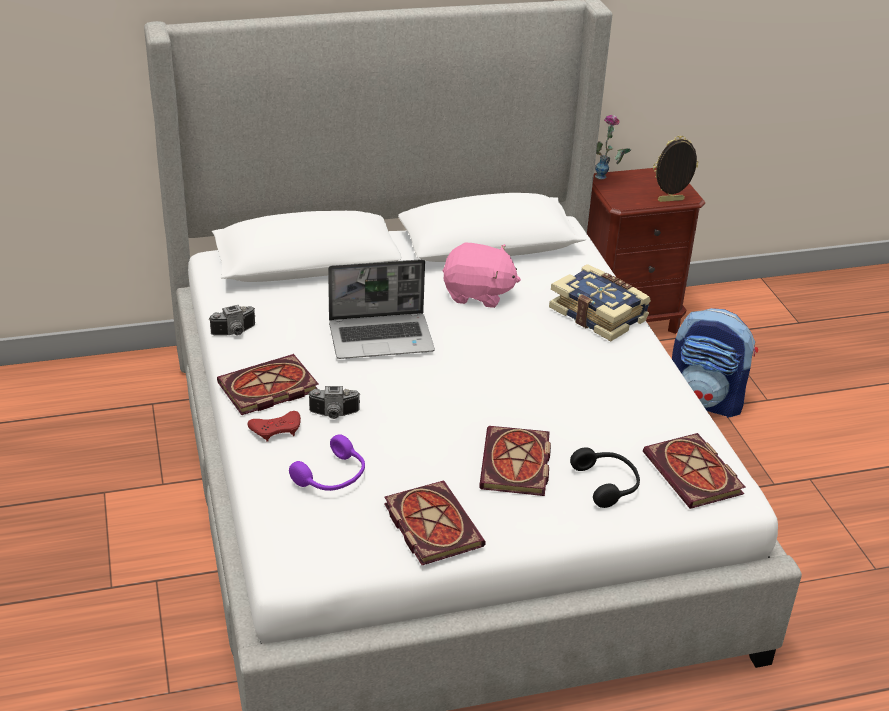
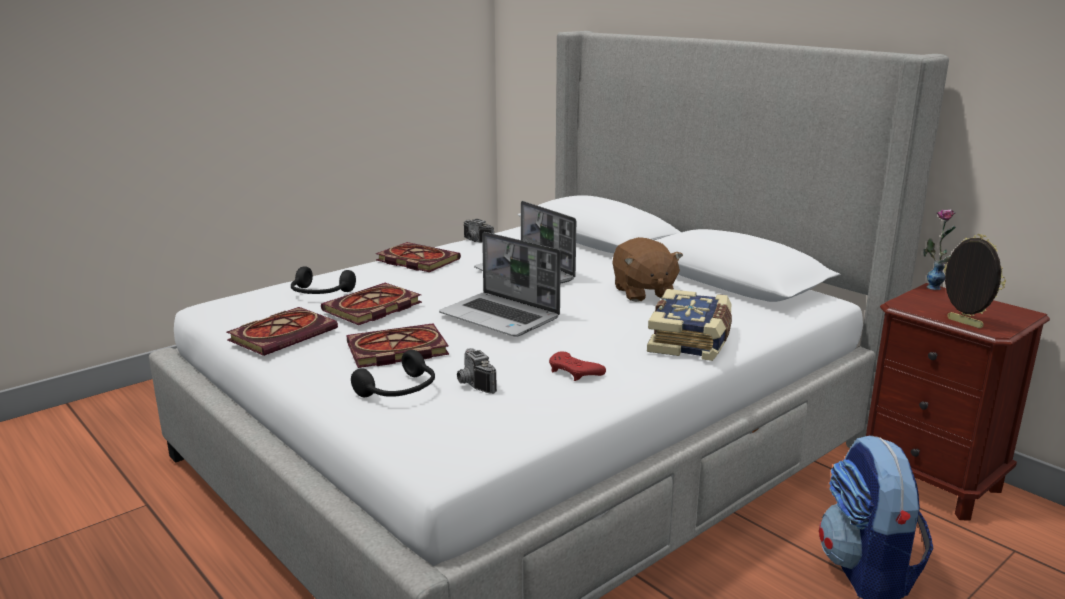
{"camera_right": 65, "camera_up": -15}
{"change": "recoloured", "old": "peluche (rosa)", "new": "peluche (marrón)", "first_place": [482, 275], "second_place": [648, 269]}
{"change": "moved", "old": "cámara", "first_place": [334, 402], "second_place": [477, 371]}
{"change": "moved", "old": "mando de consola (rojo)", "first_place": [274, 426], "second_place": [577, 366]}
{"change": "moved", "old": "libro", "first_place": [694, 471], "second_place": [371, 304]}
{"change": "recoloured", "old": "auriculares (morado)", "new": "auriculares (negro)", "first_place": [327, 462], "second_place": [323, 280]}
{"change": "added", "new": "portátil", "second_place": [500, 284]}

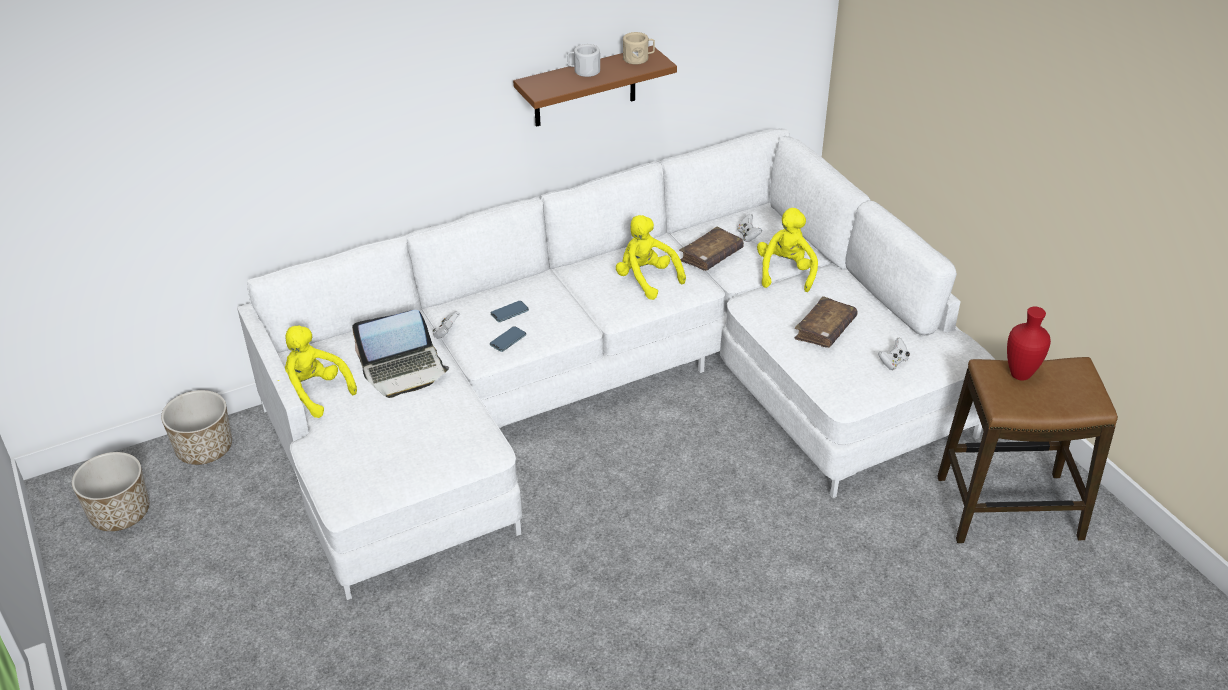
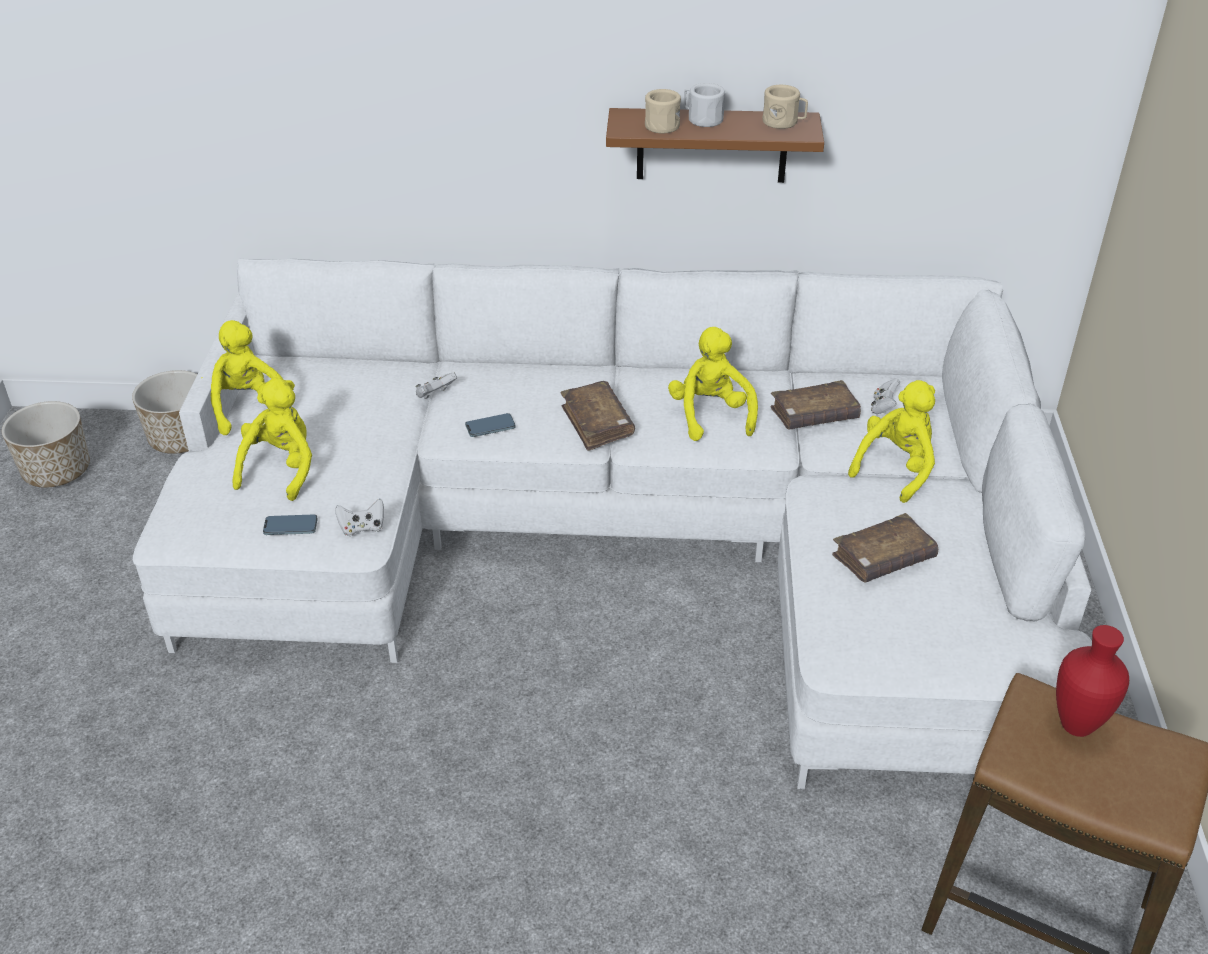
{"camera_right": 30, "camera_up": 0}
{"change": "moved", "old": "móvil", "first_place": [510, 311], "second_place": [290, 524]}
{"change": "removed", "old": "portátil", "first_place": [400, 354]}
{"change": "moved", "old": "mando de consola (blanco)", "first_place": [894, 354], "second_place": [359, 517]}
{"change": "added", "new": "taza grande (beis)", "second_place": [663, 111]}
{"change": "added", "new": "peluche (amarillo)", "second_place": [272, 439]}
{"change": "added", "new": "libro (marrón)", "second_place": [598, 416]}

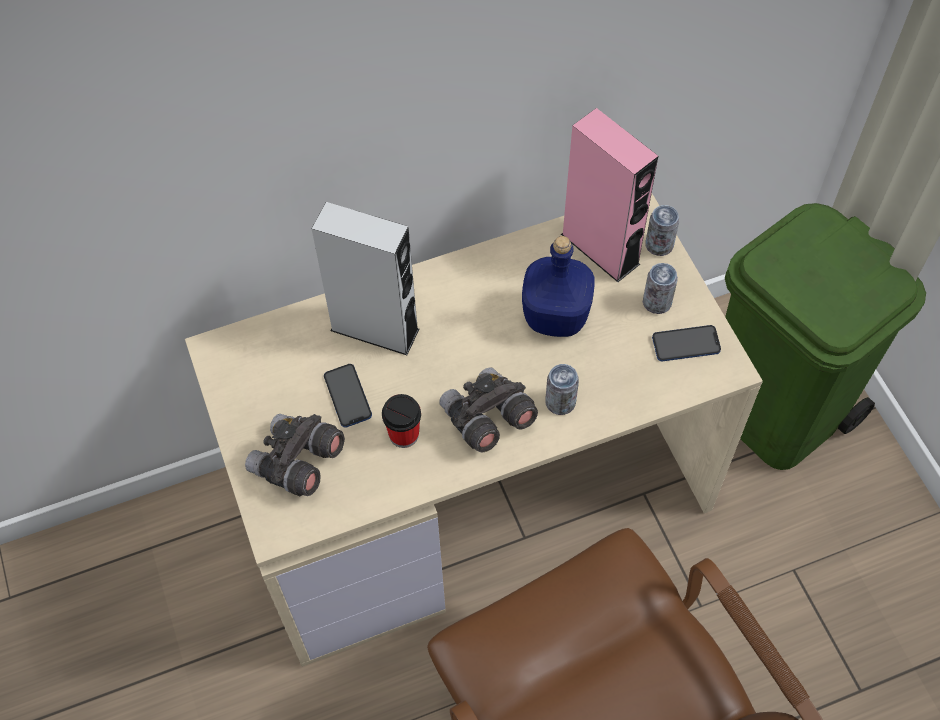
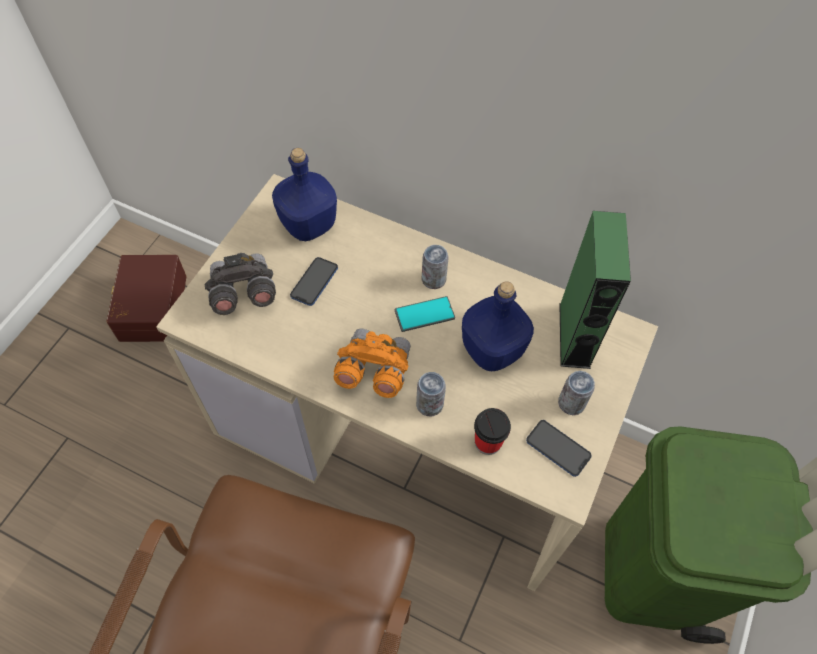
{"camera_right": 45, "camera_up": 0}
{"change": "recoloured", "old": "altavoz (rosa)", "new": "altavoz (verde)", "first_place": [609, 195], "second_place": [595, 290]}
{"change": "removed", "old": "altavoz (gris)", "first_place": [365, 278]}
{"change": "moved", "old": "lata", "first_place": [662, 230], "second_place": [435, 267]}
{"change": "recoloured", "old": "prismáticos (gris)", "new": "prismáticos (naranja)", "first_place": [488, 409], "second_place": [372, 363]}
{"change": "moved", "old": "taza", "first_place": [401, 421], "second_place": [492, 431]}
{"change": "added", "new": "botella (azul)", "second_place": [304, 194]}
{"change": "added", "new": "caja de almacenaje (marrón)", "second_place": [146, 298]}
{"change": "added", "new": "móvil", "second_place": [425, 314]}

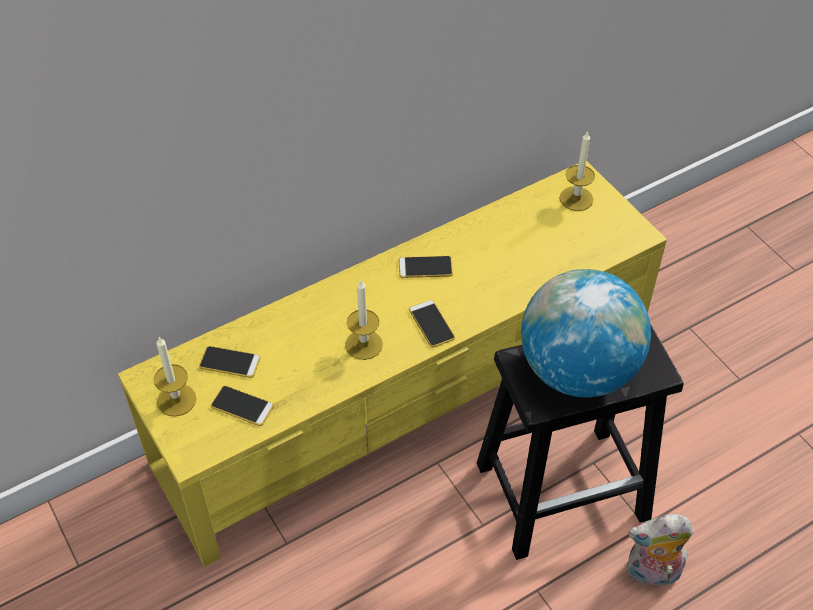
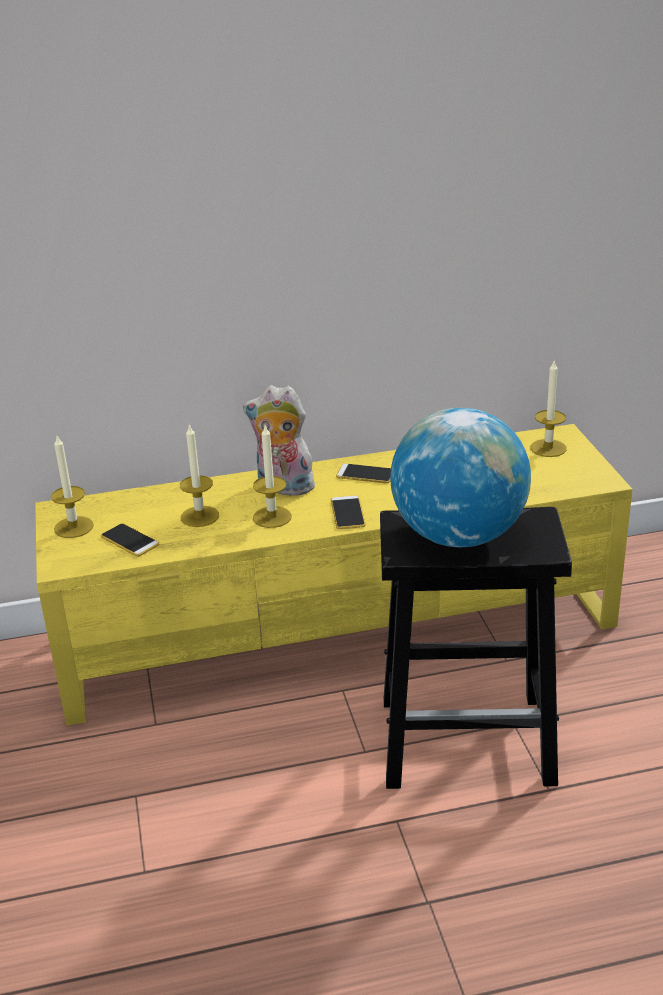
{"camera_right": 20, "camera_up": -20}
{"change": "removed", "old": "móvil", "first_place": [230, 362]}
{"change": "moved", "old": "peluche", "first_place": [660, 550], "second_place": [279, 440]}
{"change": "added", "new": "vela", "second_place": [199, 475]}

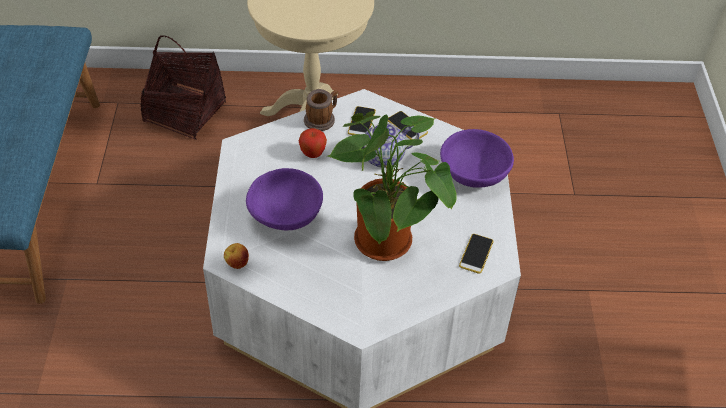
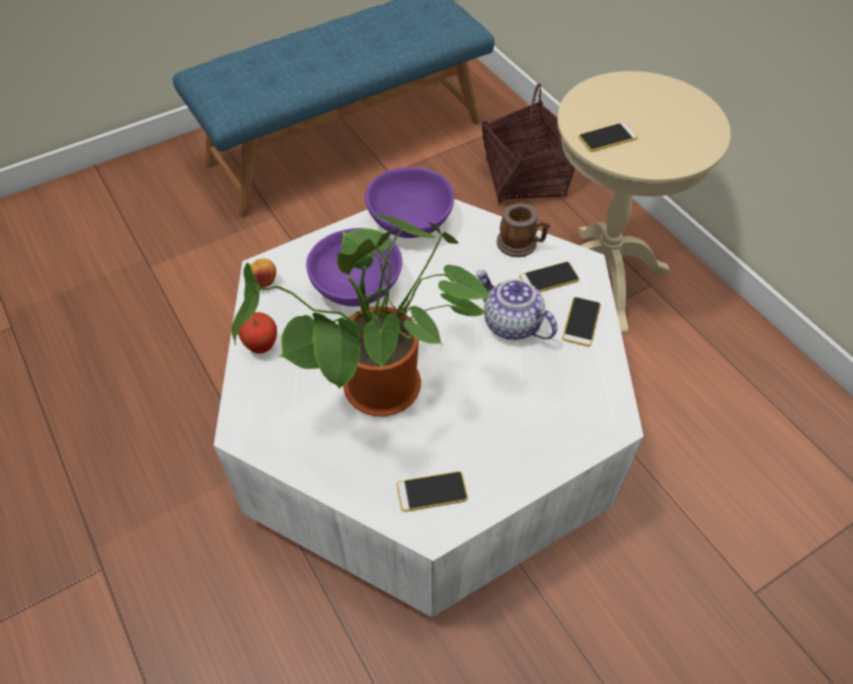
{"camera_right": 60, "camera_up": 5}
{"change": "moved", "old": "manzana", "first_place": [313, 143], "second_place": [257, 333]}
{"change": "moved", "old": "cuenco (morado)", "first_place": [477, 158], "second_place": [409, 202]}
{"change": "added", "new": "móvil", "second_place": [608, 137]}

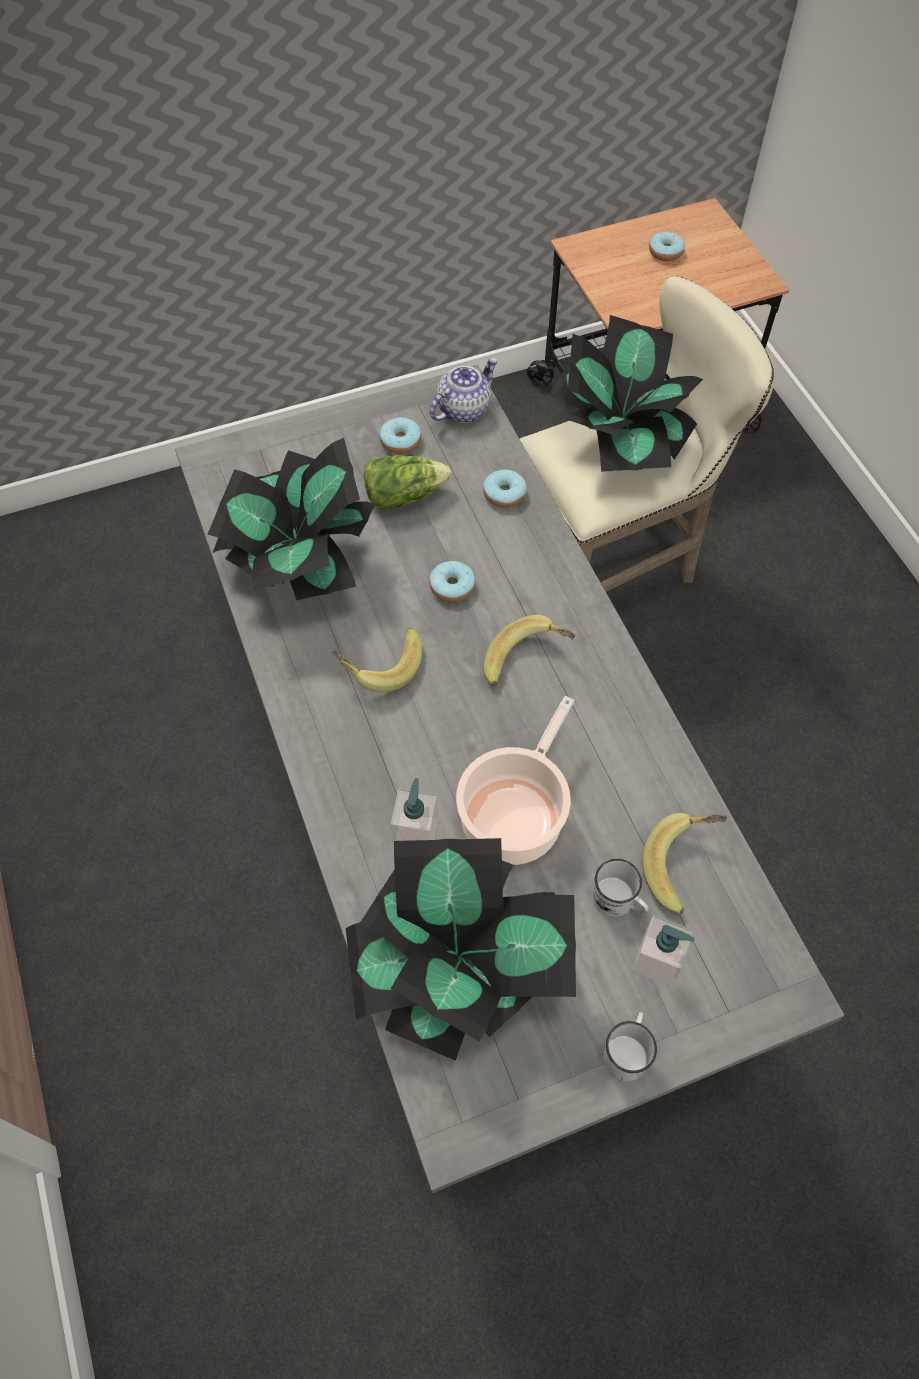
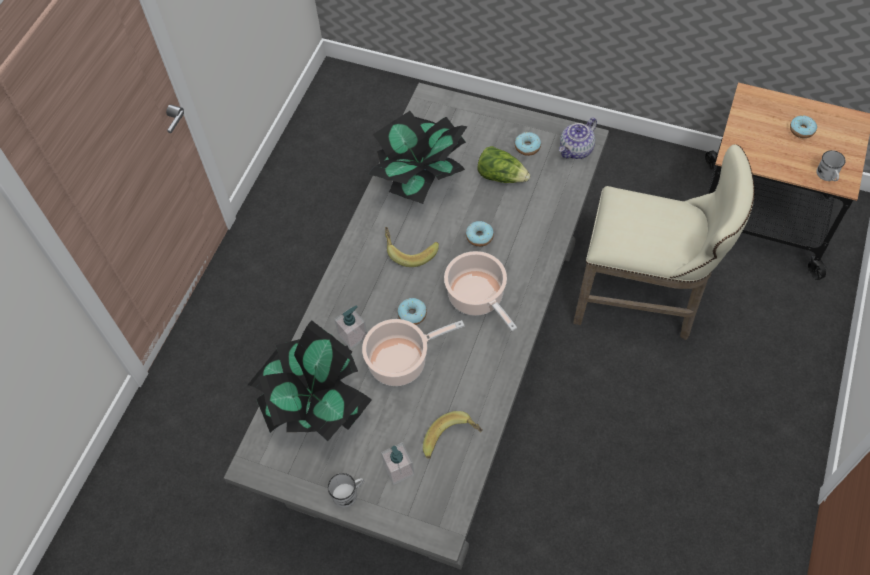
{"camera_right": 45, "camera_up": 0}
{"change": "removed", "old": "planta en maceta", "first_place": [626, 393]}
{"change": "turned", "old": "tetera", "first_place": [464, 390], "second_place": [578, 138], "degrees": 135}
{"change": "moved", "old": "rosquilla", "first_place": [505, 489], "second_place": [412, 311]}
{"change": "replaced", "old": "plátano", "new": "olla", "first_place": [530, 650], "second_place": [480, 291]}
{"change": "moved", "old": "taza grande (blanco)", "first_place": [620, 888], "second_place": [831, 165]}

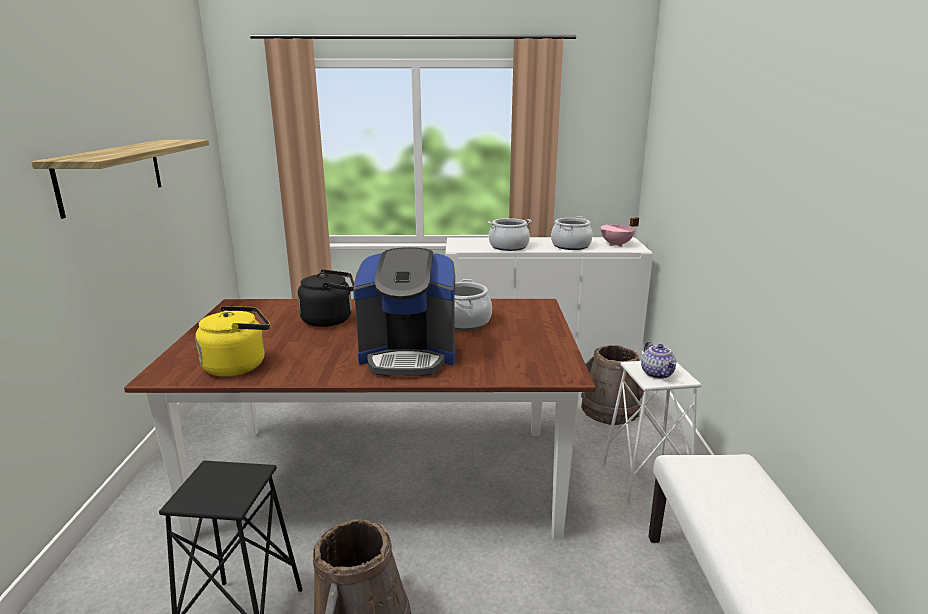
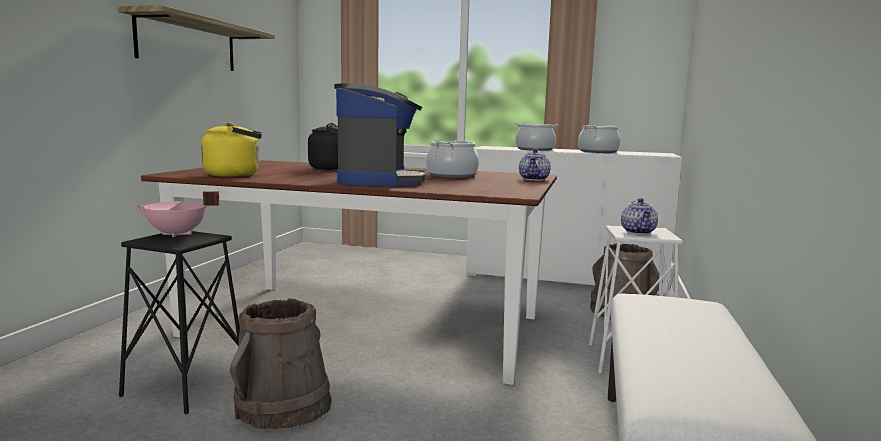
{"camera_right": 15, "camera_up": -10}
{"change": "moved", "old": "olla (rosa)", "first_place": [620, 232], "second_place": [178, 214]}
{"change": "turned", "old": "cafetera", "first_place": [404, 311], "second_place": [380, 135], "degrees": -105}
{"change": "added", "new": "tetera", "second_place": [535, 164]}

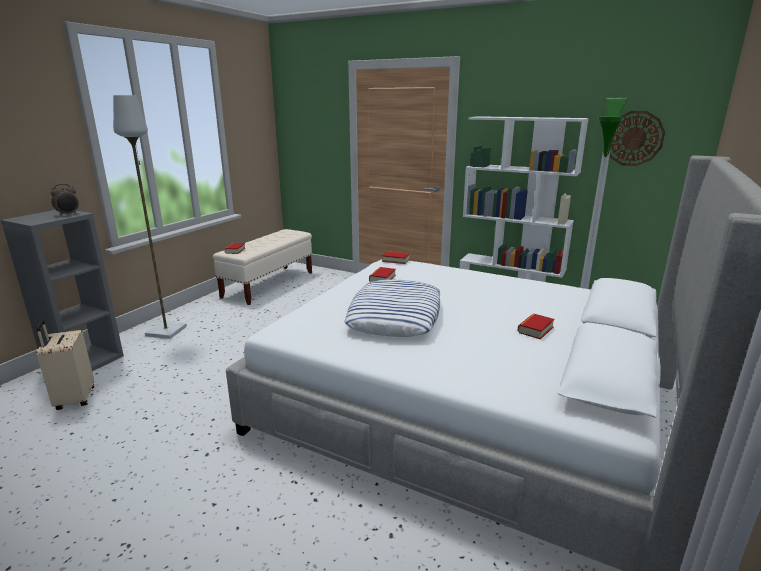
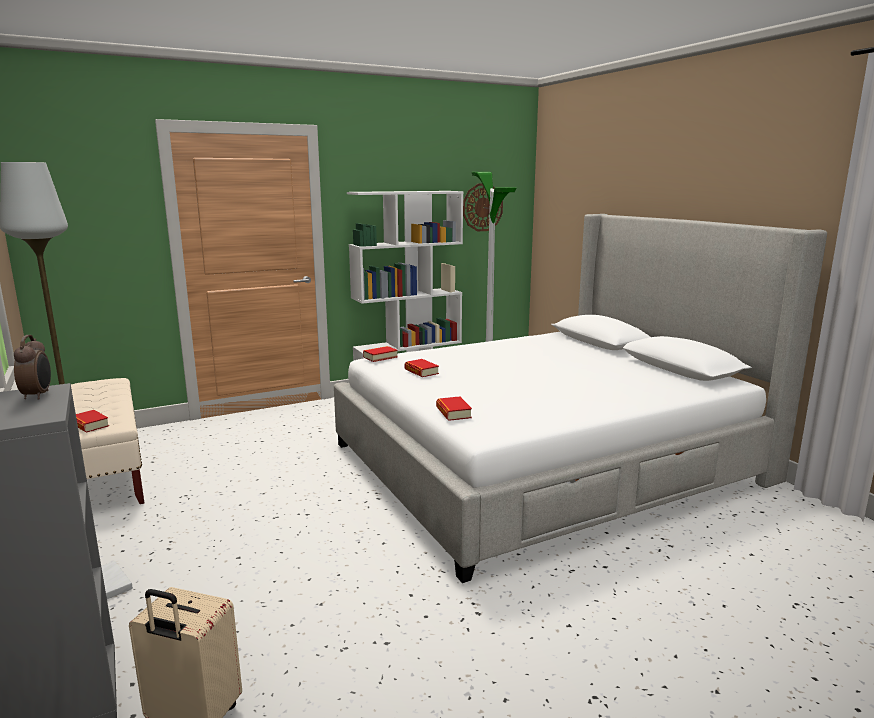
{"camera_right": -55, "camera_up": -5}
{"change": "removed", "old": "cojín", "first_place": [392, 308]}
{"change": "moved", "old": "libro", "first_place": [536, 326], "second_place": [454, 408]}

